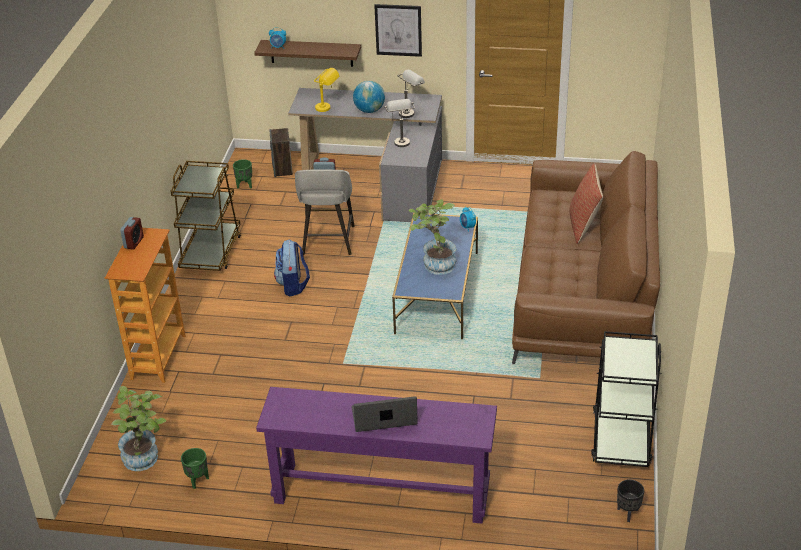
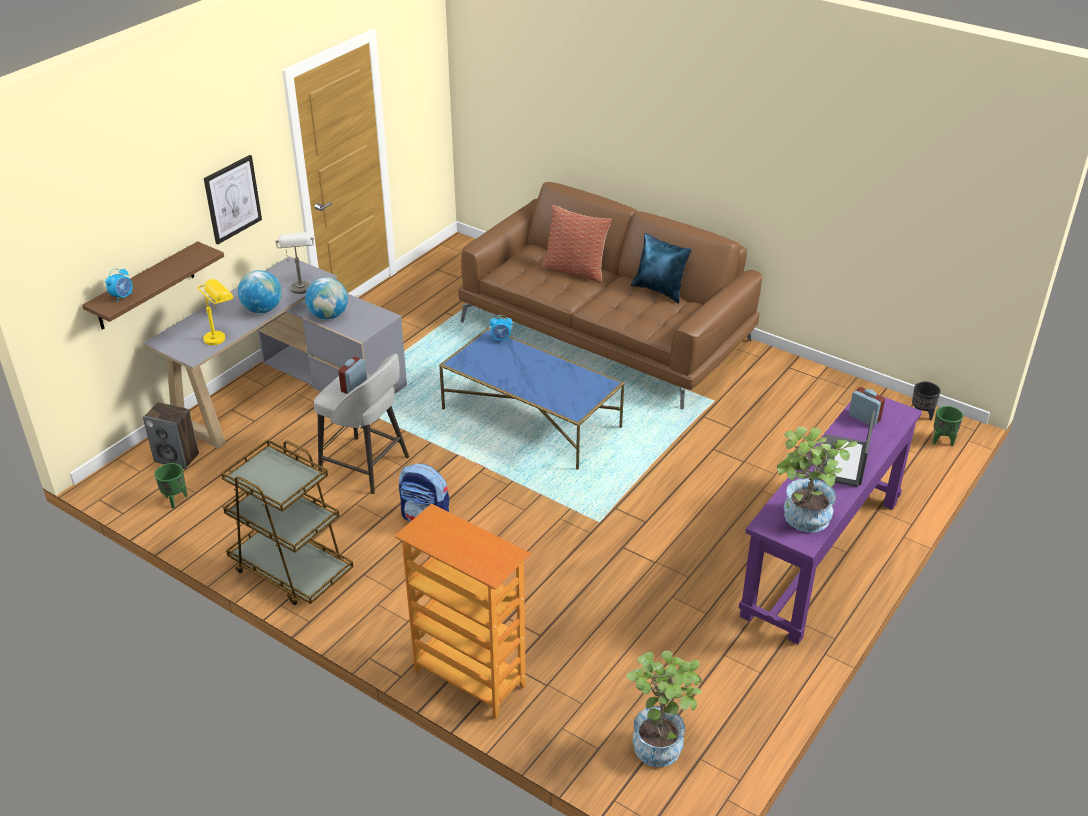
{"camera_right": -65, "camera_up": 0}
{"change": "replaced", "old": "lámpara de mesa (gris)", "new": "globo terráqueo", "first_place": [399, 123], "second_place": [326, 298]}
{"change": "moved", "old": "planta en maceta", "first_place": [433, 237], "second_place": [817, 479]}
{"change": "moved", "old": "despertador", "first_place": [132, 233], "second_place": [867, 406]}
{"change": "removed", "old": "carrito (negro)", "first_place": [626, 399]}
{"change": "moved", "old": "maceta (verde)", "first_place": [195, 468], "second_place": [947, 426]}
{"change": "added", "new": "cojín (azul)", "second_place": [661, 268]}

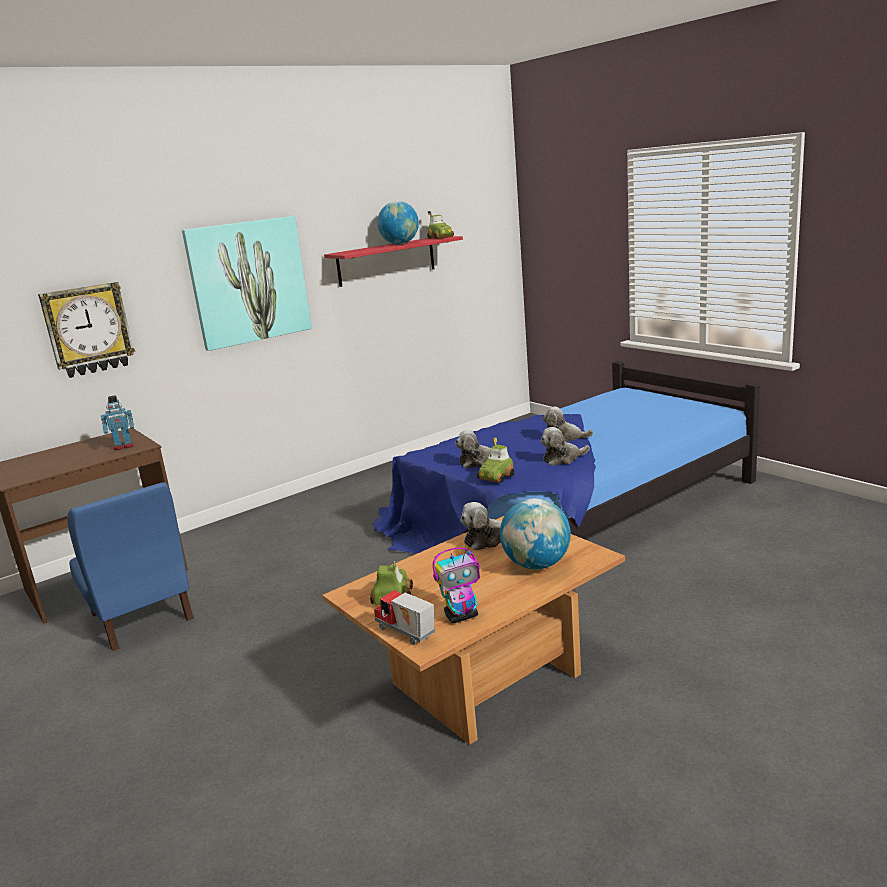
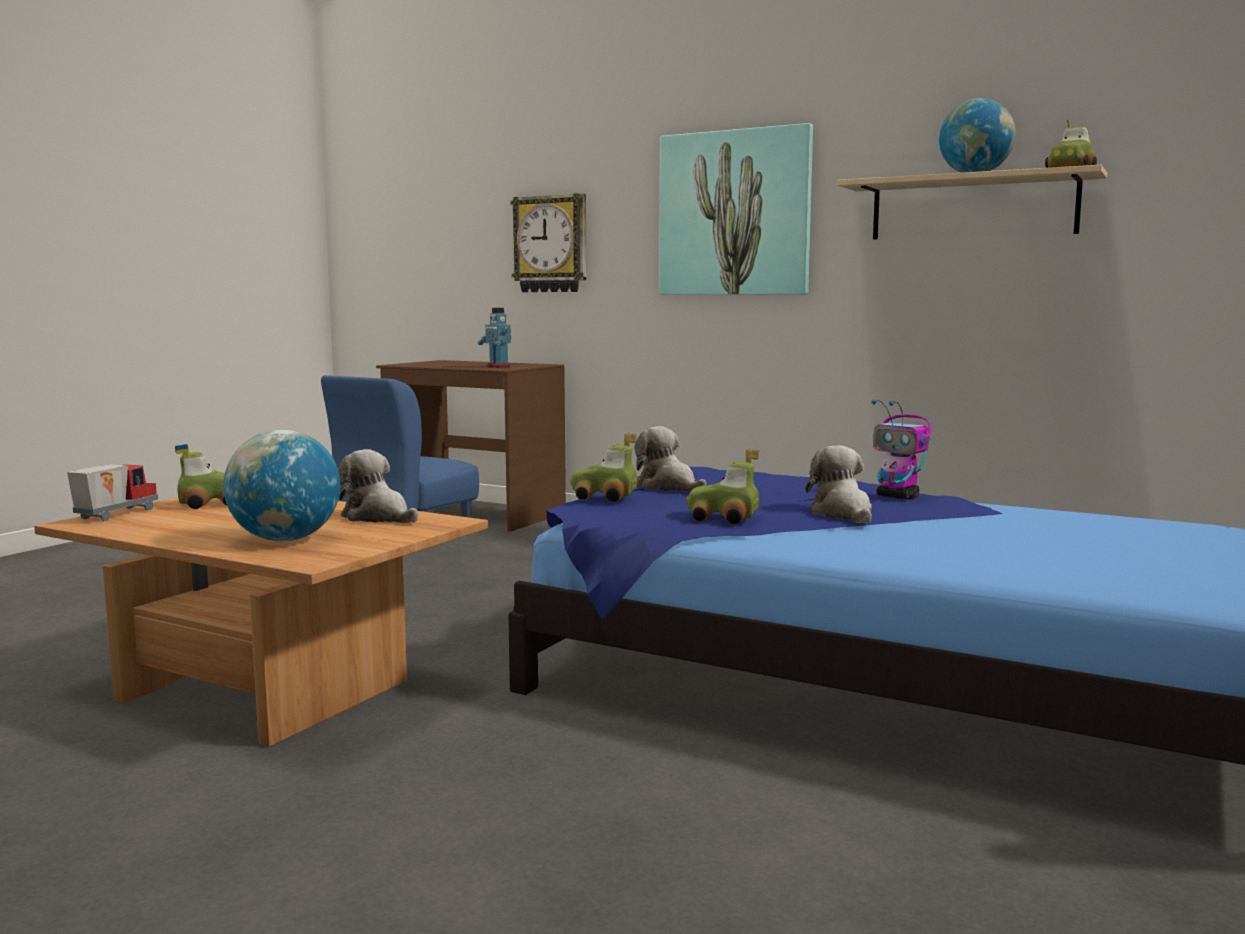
{"camera_right": 65, "camera_up": -10}
{"change": "recoloured", "old": "estante (rojo)", "new": "estante (beis)", "first_place": [393, 261], "second_place": [972, 202]}
{"change": "replaced", "old": "peluche", "new": "coche de juguete", "first_place": [565, 446], "second_place": [723, 486]}
{"change": "moved", "old": "robot de juguete", "first_place": [456, 585], "second_place": [901, 449]}

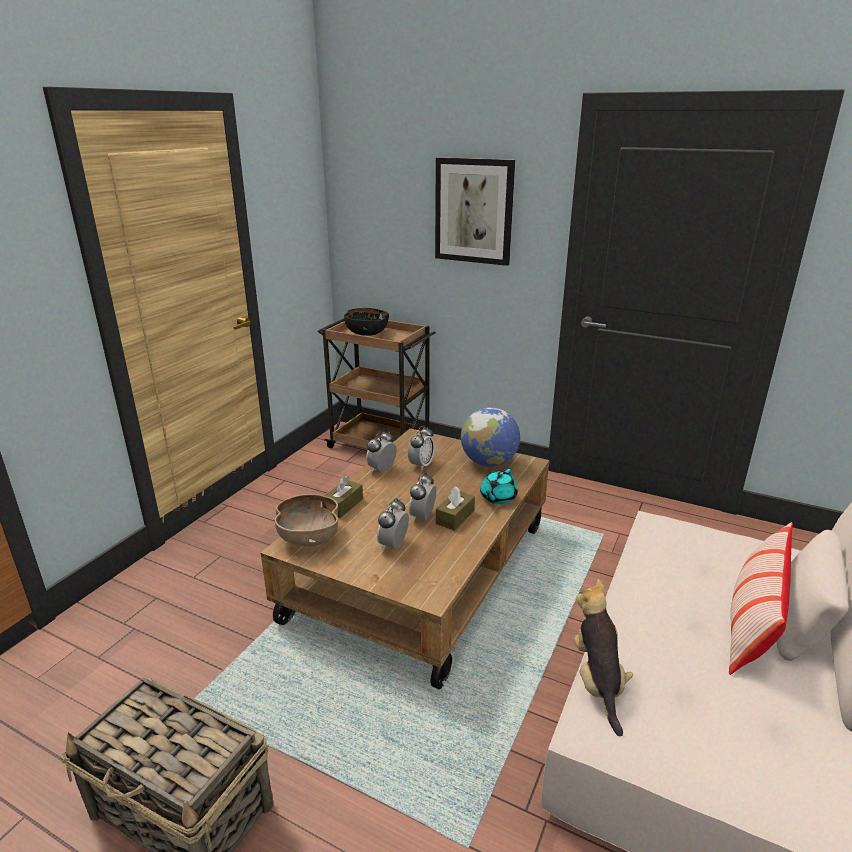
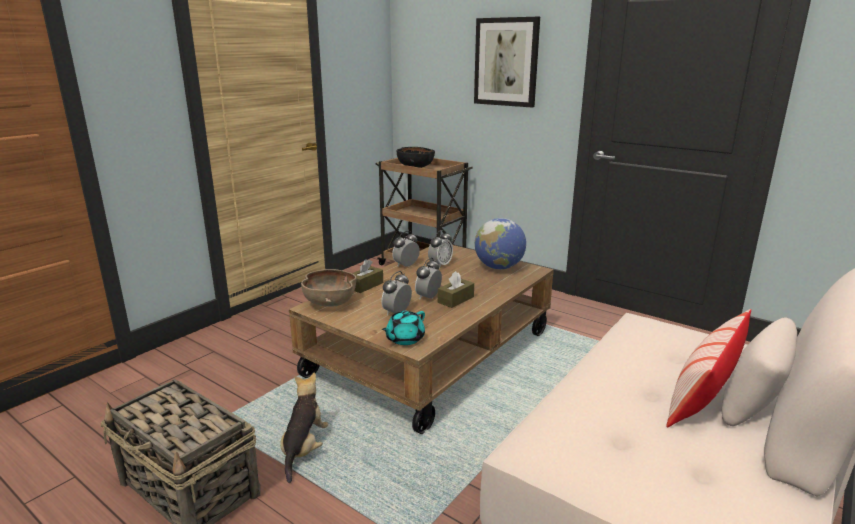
{"camera_right": 10, "camera_up": -5}
{"change": "moved", "old": "tetera (turquesa)", "first_place": [499, 486], "second_place": [403, 328]}
{"change": "moved", "old": "peluche", "first_place": [603, 657], "second_place": [304, 428]}

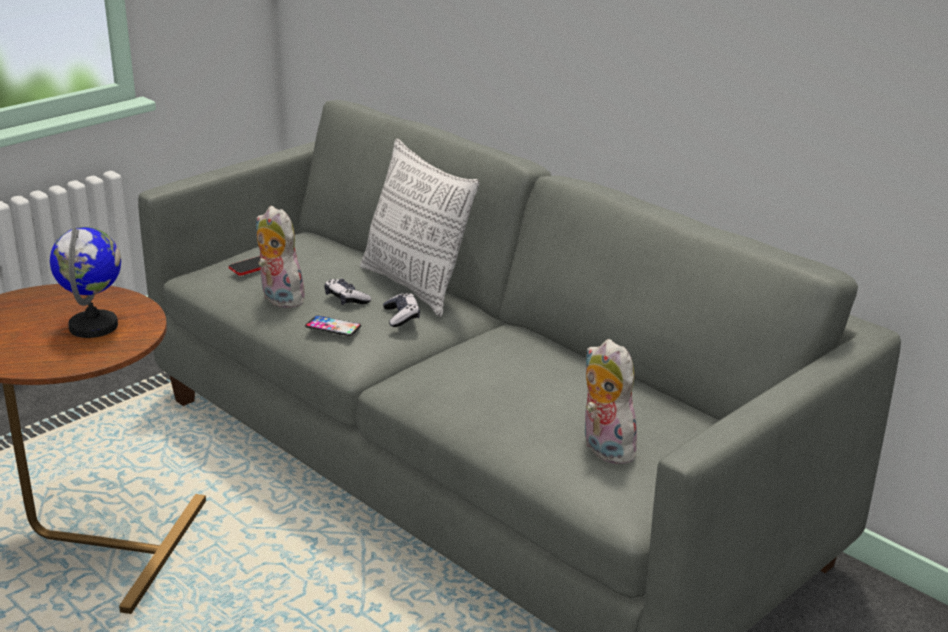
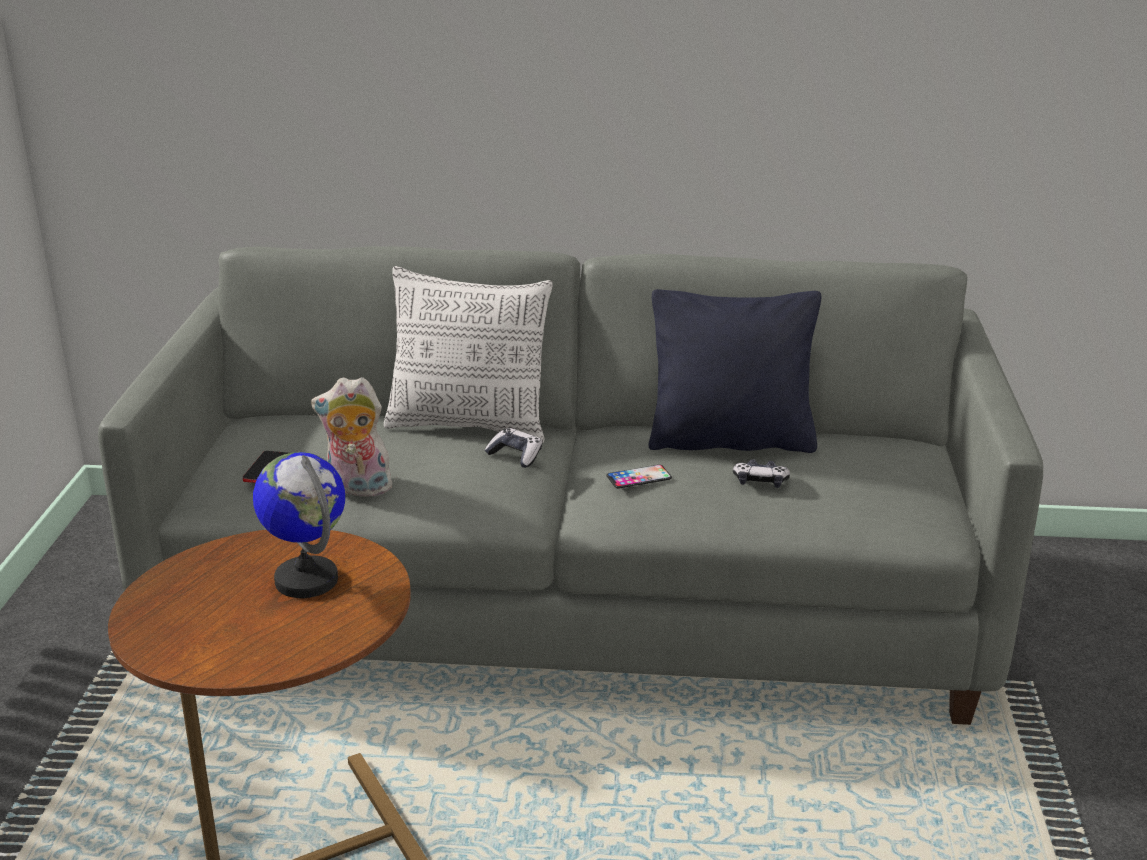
{"camera_right": -40, "camera_up": 0}
{"change": "moved", "old": "mando de consola", "first_place": [347, 292], "second_place": [761, 473]}
{"change": "moved", "old": "móvil", "first_place": [333, 325], "second_place": [639, 477]}
{"change": "removed", "old": "peluche", "first_place": [613, 401]}
{"change": "added", "new": "cojín (negro)", "second_place": [734, 371]}

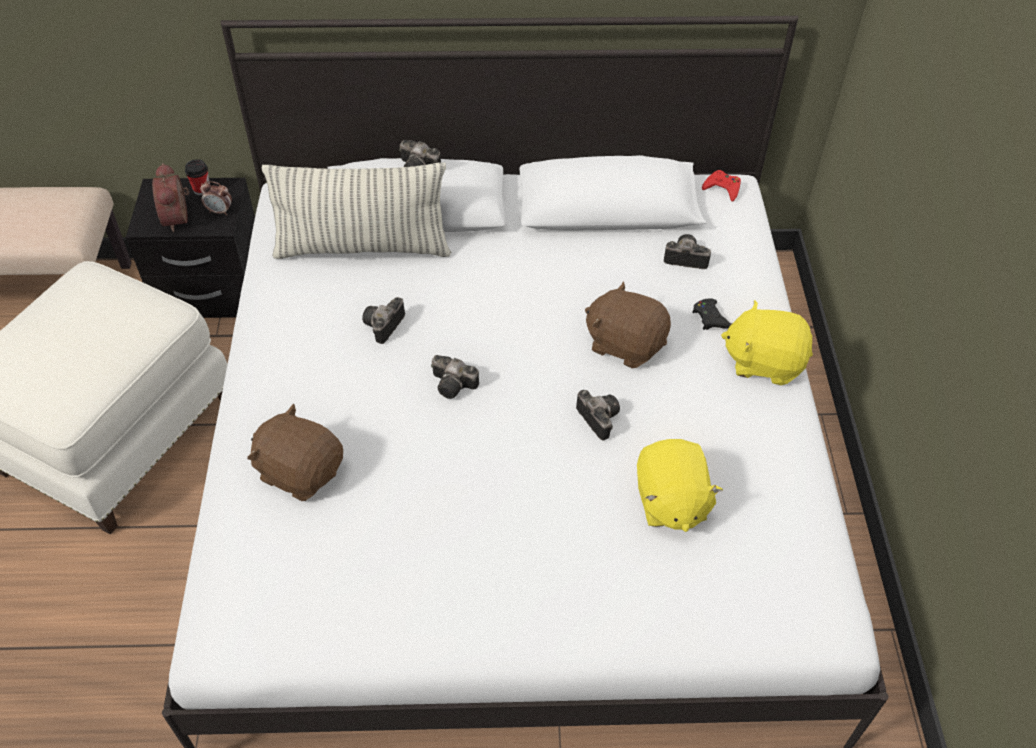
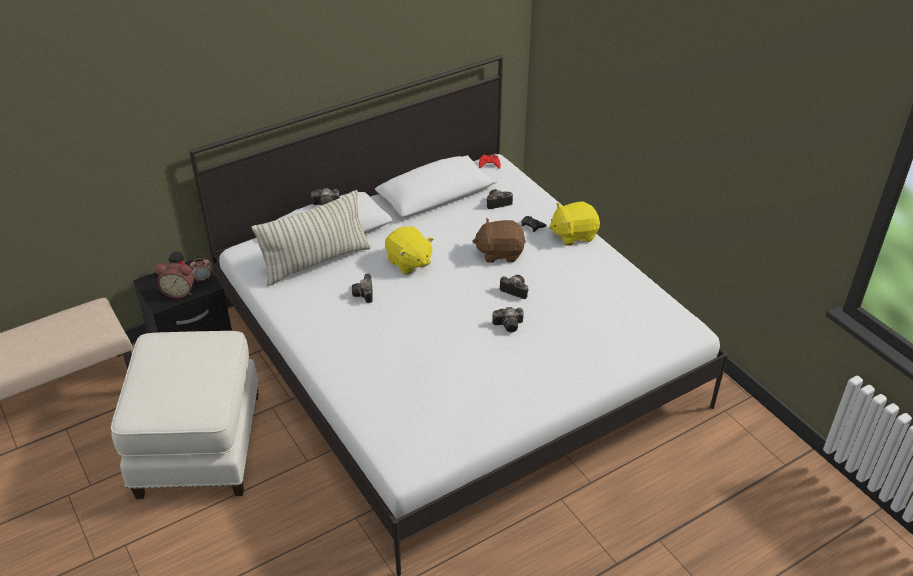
{"camera_right": -30, "camera_up": -10}
{"change": "turned", "old": "despertador", "first_place": [170, 197], "second_place": [174, 280], "degrees": -45}
{"change": "moved", "old": "cámara", "first_place": [455, 377], "second_place": [508, 320]}
{"change": "removed", "old": "peluche (marrón)", "first_place": [295, 452]}
{"change": "moved", "old": "peluche (amarillo)", "first_place": [680, 485], "second_place": [409, 250]}

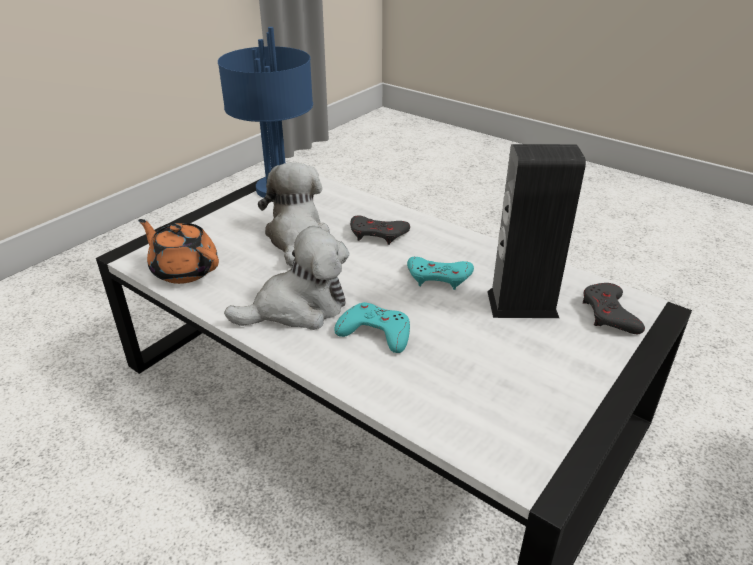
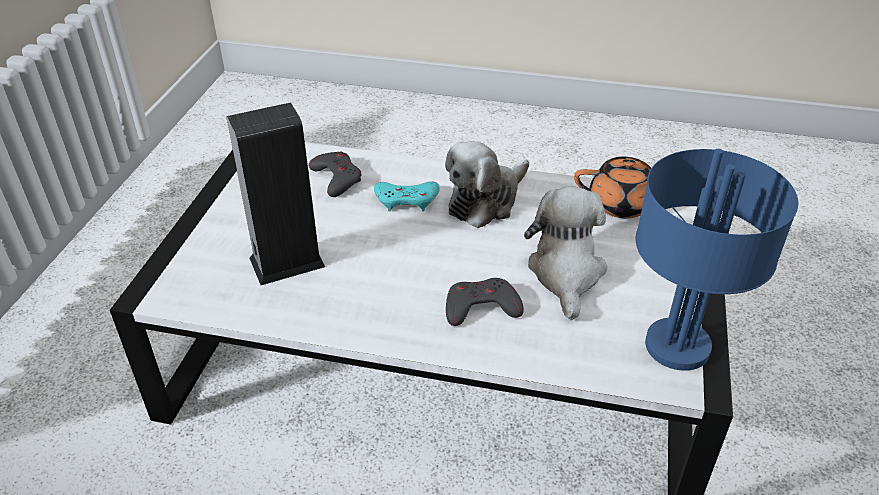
{"camera_right": 155, "camera_up": 5}
{"change": "turned", "old": "peluche", "first_place": [294, 214], "second_place": [565, 253], "degrees": -150}
{"change": "removed", "old": "mando de consola (turquesa)", "first_place": [440, 273]}
{"change": "moved", "old": "mando de consola (gris)", "first_place": [614, 308], "second_place": [335, 174]}

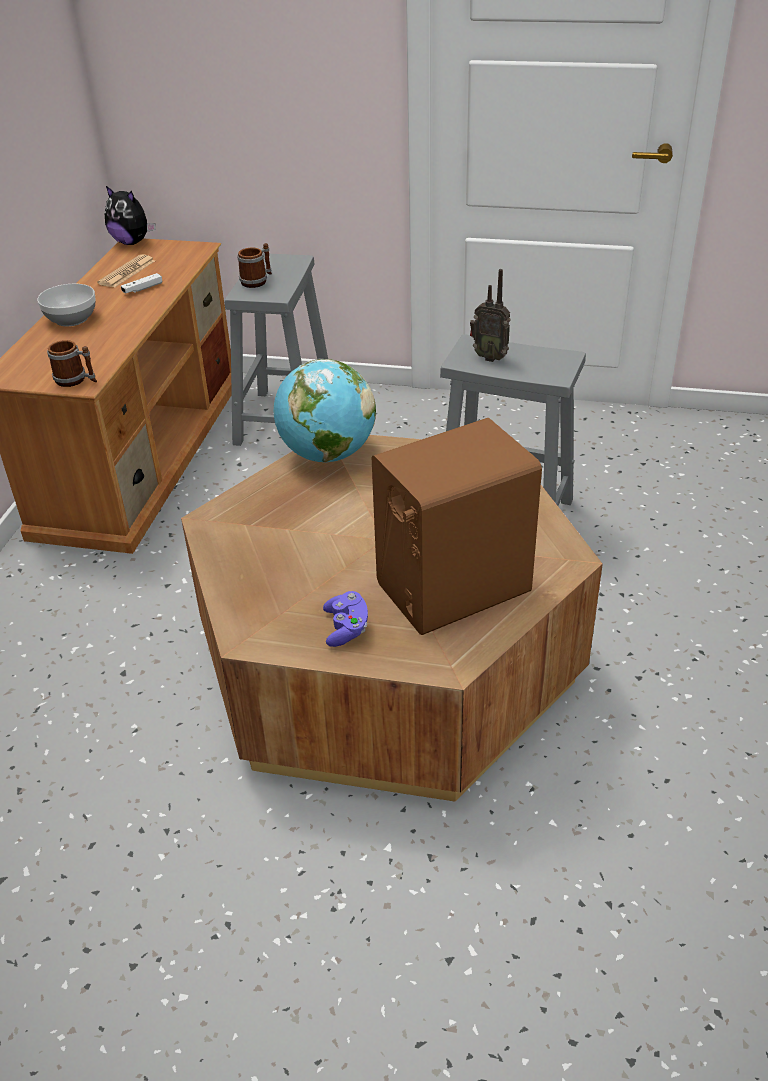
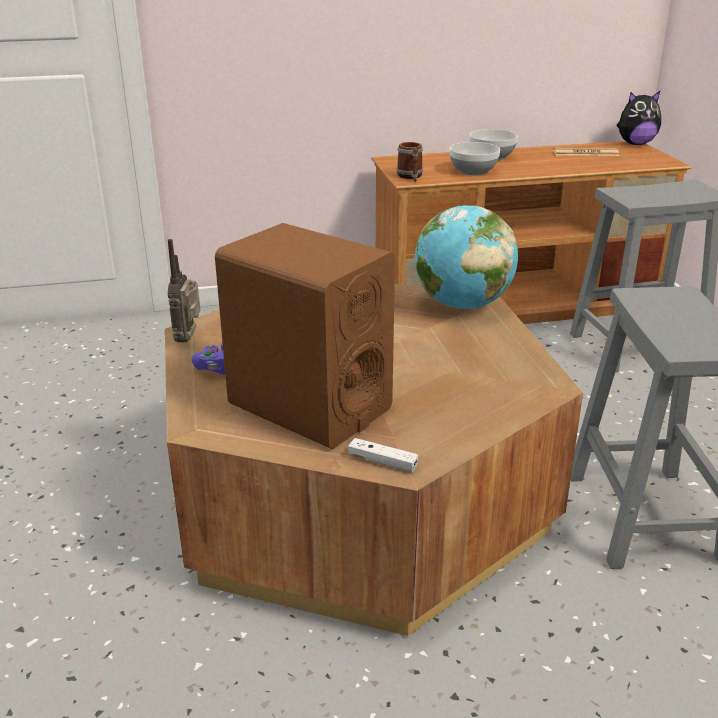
{"camera_right": 65, "camera_up": -10}
{"change": "turned", "old": "peluche", "first_place": [130, 215], "second_place": [638, 118], "degrees": -105}
{"change": "removed", "old": "taza grande", "first_place": [254, 265]}
{"change": "moved", "old": "radio", "first_place": [490, 315], "second_place": [184, 290]}
{"change": "moved", "old": "mando de consola (blanco)", "first_place": [141, 283], "second_place": [383, 455]}
{"change": "added", "new": "cuenco", "second_place": [475, 158]}

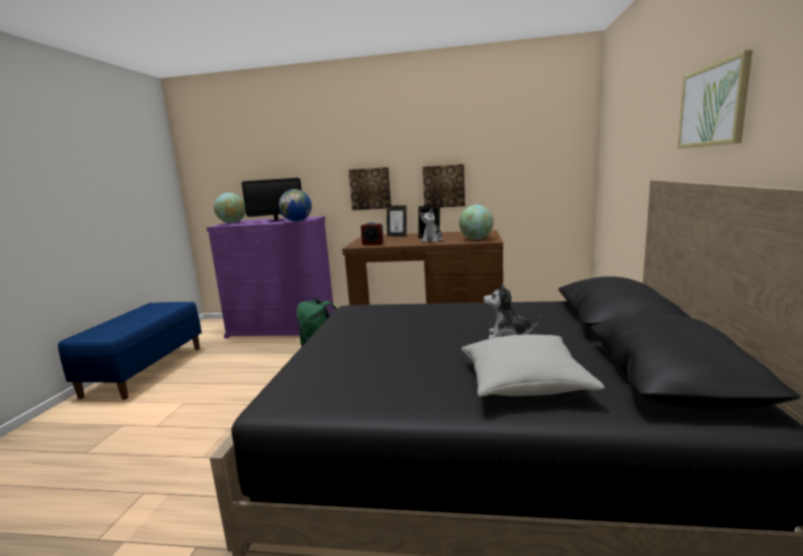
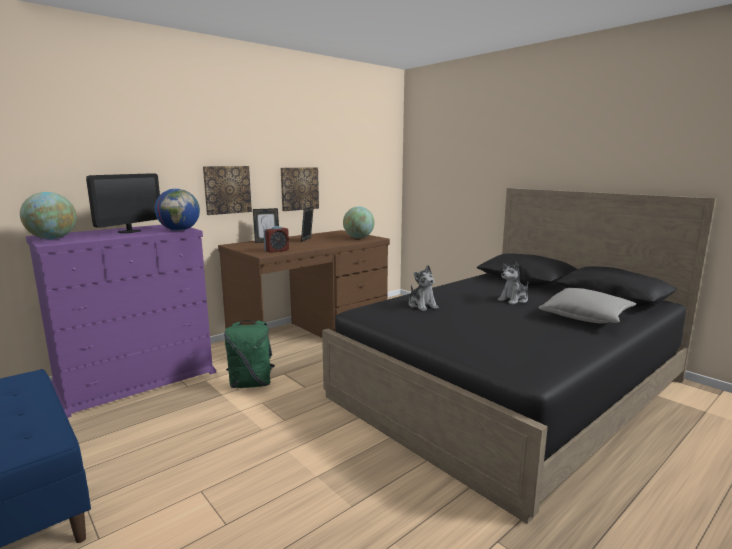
{"camera_right": -50, "camera_up": 0}
{"change": "removed", "old": "cuadro", "first_place": [715, 99]}
{"change": "moved", "old": "peluche", "first_place": [431, 225], "second_place": [423, 288]}

